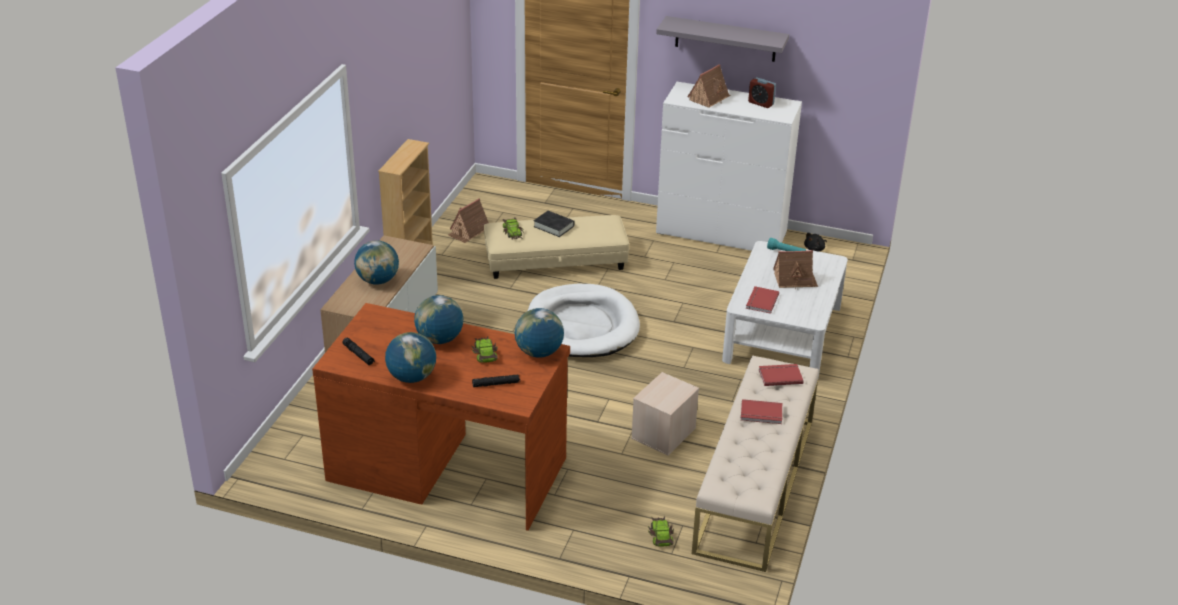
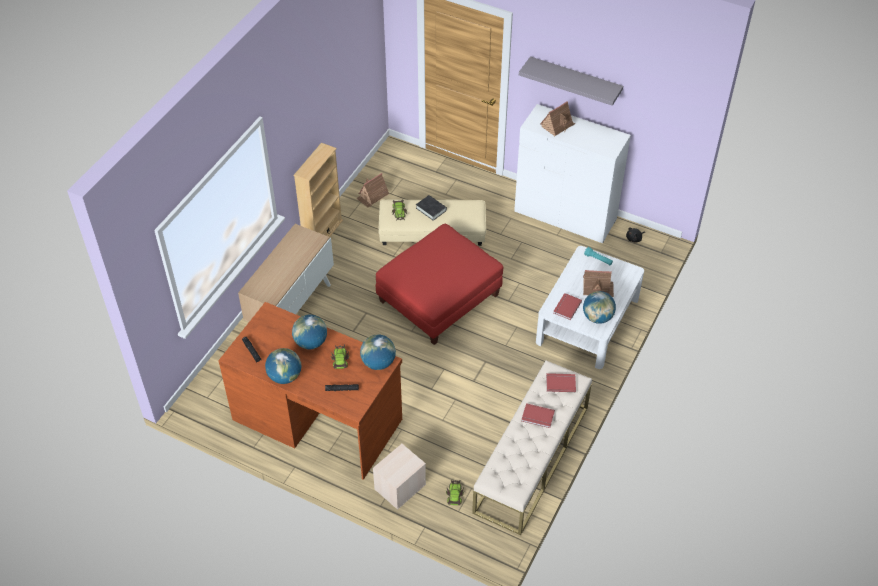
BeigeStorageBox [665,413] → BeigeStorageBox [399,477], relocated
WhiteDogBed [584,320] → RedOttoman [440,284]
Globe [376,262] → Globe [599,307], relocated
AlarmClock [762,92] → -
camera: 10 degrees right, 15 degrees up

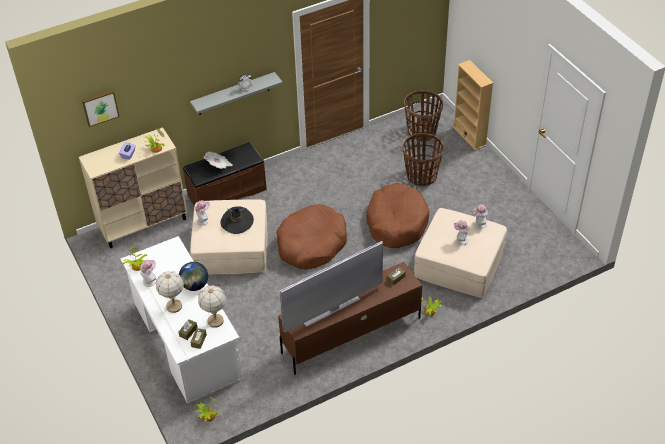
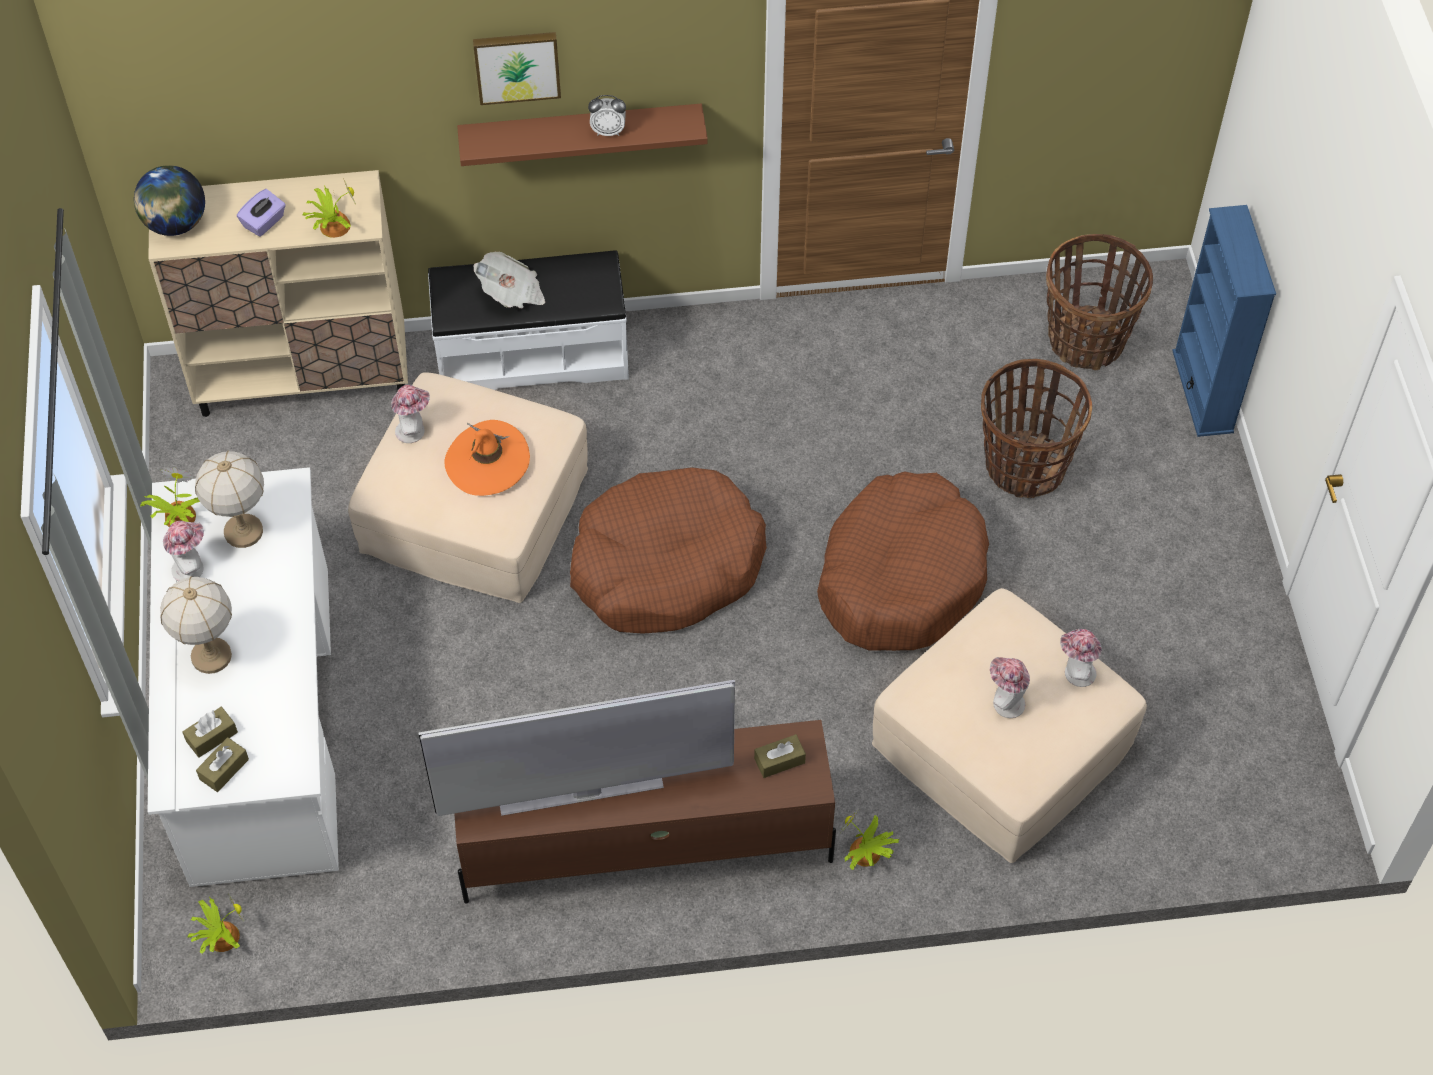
Globe [193,276] → Globe [169,200], relocated
TableLamp [212,307] → TableLamp [229,499], relocated
BrownBench [225,174] → WhiteBench [528,320]
BlackHat [237,220] → OrangeHat [487,458]
GreyShelf [236,93] → BrownShelf [582,134]
Picture [100,108] → Picture [517,68], relocated
BeigeBookcase [473,105] → BlueBookcase [1224,321]
camera: 20 degrees right, 10 degrees up

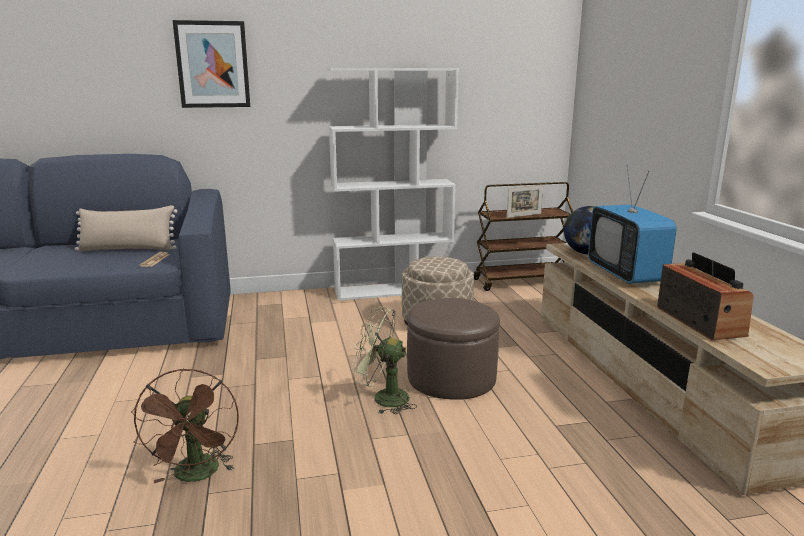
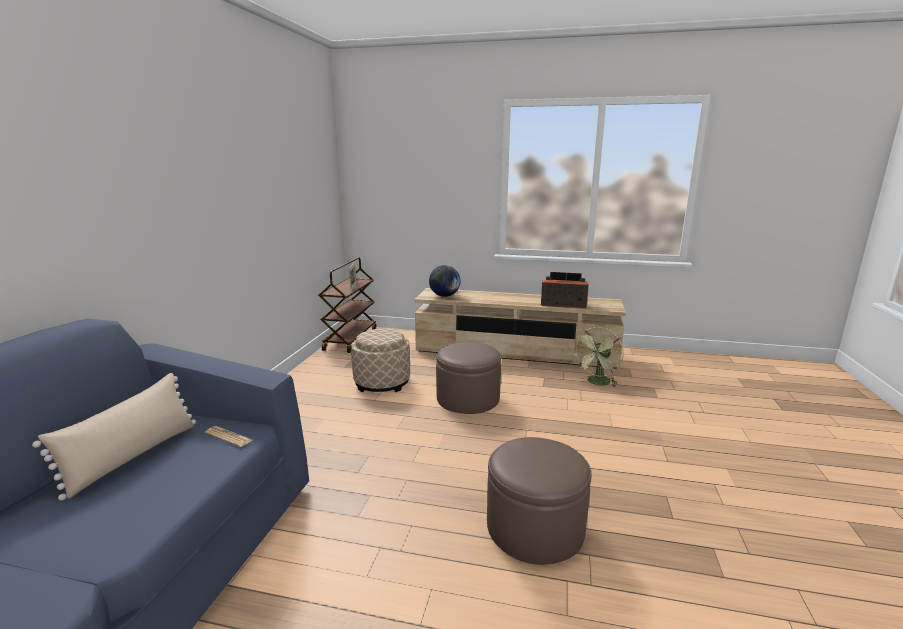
BrownFan [185,425] → BrownOttoman [539,501]
GreenFan [384,360] → GreenFan [598,357], relocated
Picture [211,64] → -
WhiteBookcase [393,184] → -
Television [632,224] → -
camera: 65 degrees left, 0 degrees up

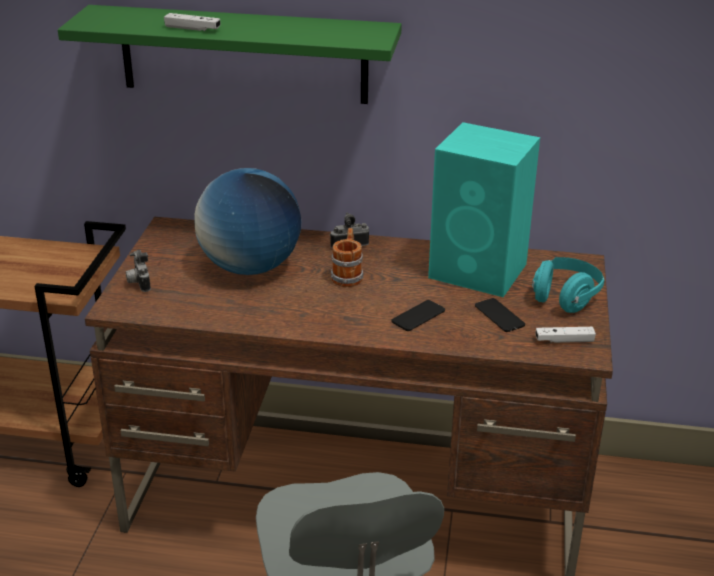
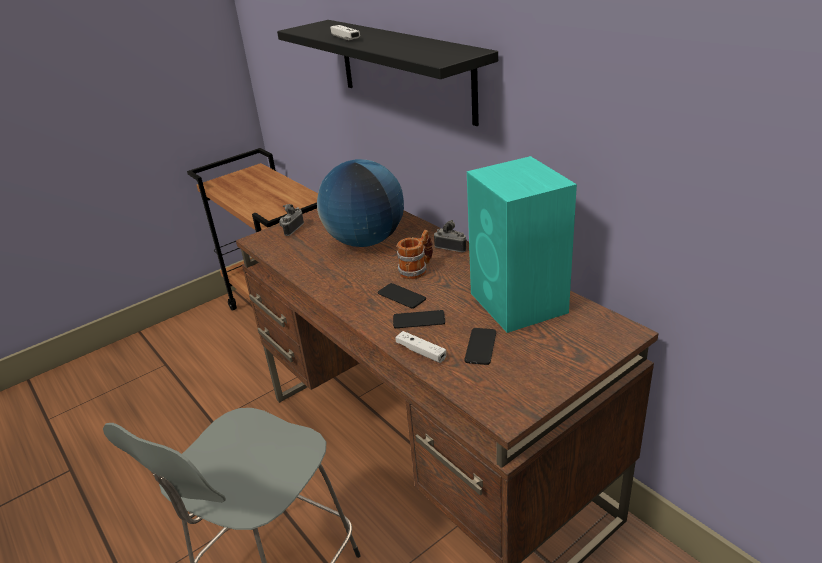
GreenShelf [230,54] → BlackShelf [387,73]
- → Phone [402,296]
WhiteGameController [565,335] → WhiteGameController [420,347], relocated
TurquoiseHeadphones [568,285] → -
camera: 45 degrees right, 0 degrees up

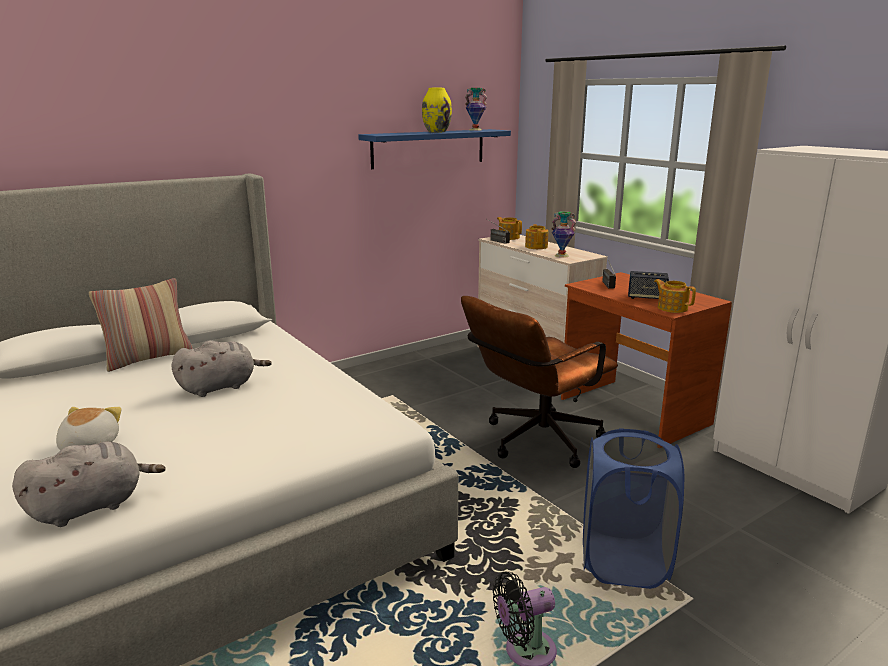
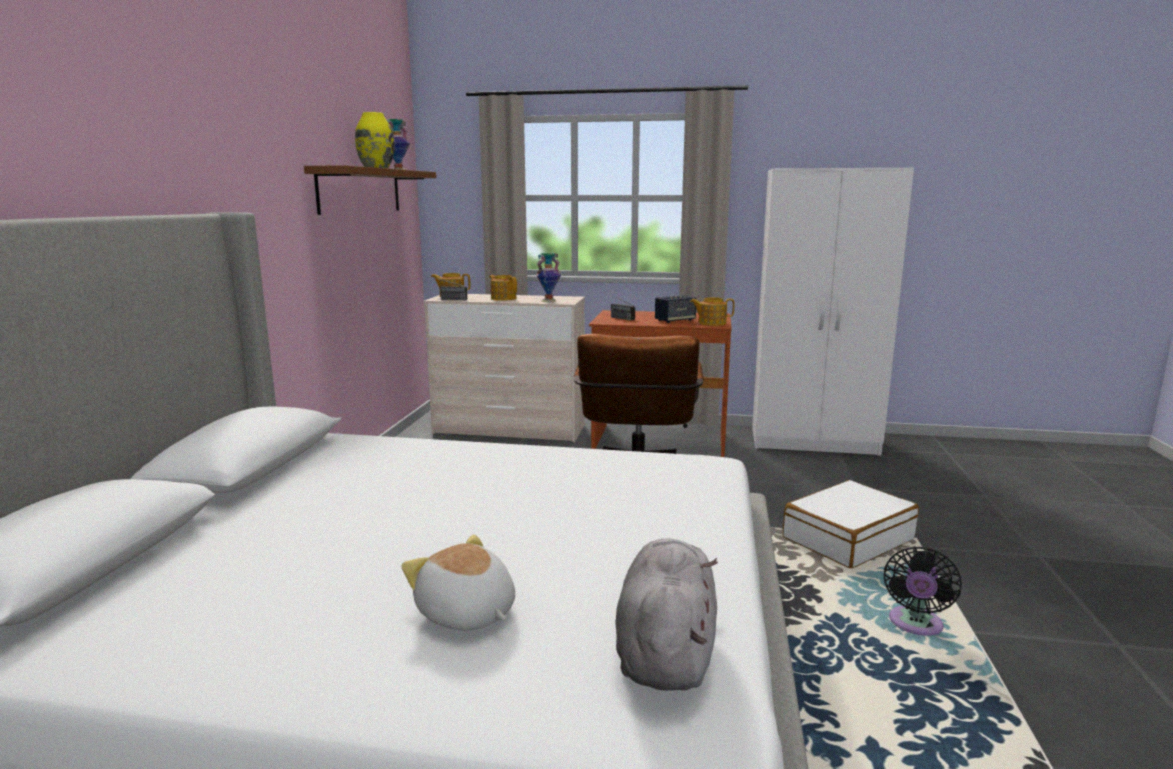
BlueShelf [434,149] → BrownShelf [370,190]
BlueLaundryBasket [633,508] → WhiteSuitcase [851,524]
Pillow [141,325] → -
GreyPlushToy [221,369] → -
camera: 45 degrees left, 5 degrees down

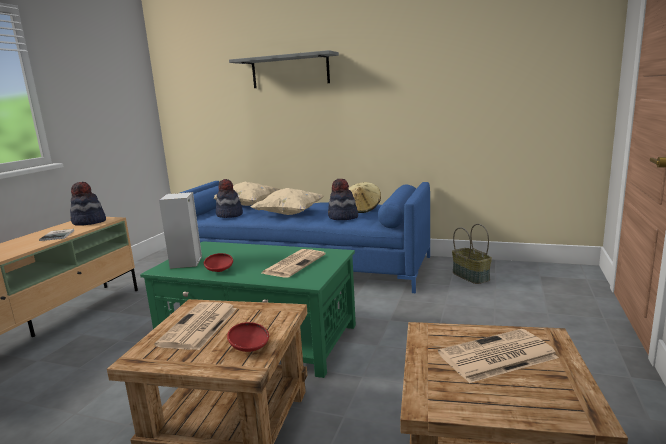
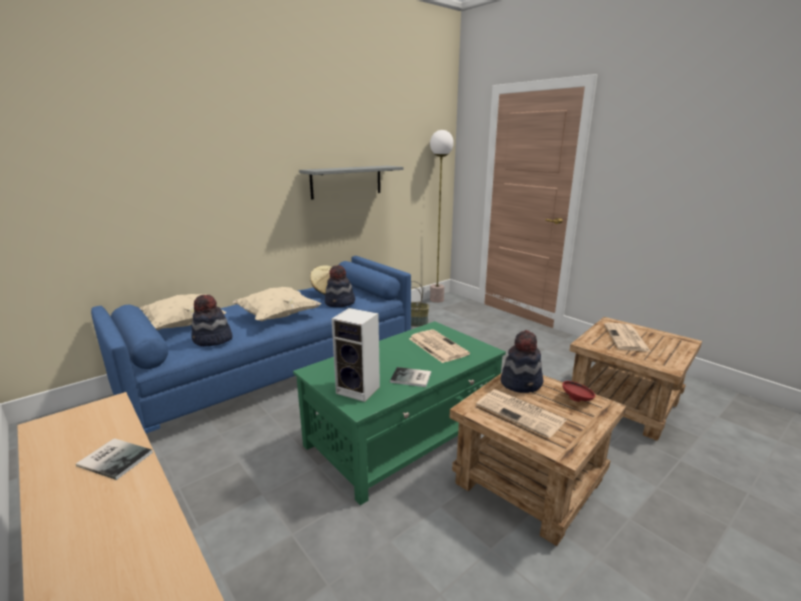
GreyShelf [284,69] → GreyShelf [351,183], relocated
RedBowl [218,262] → Book [410,377]
- → FloorLamp [442,216]
Hat [88,204] → Hat [522,361], relocated
camera: 60 degrees left, 5 degrees up

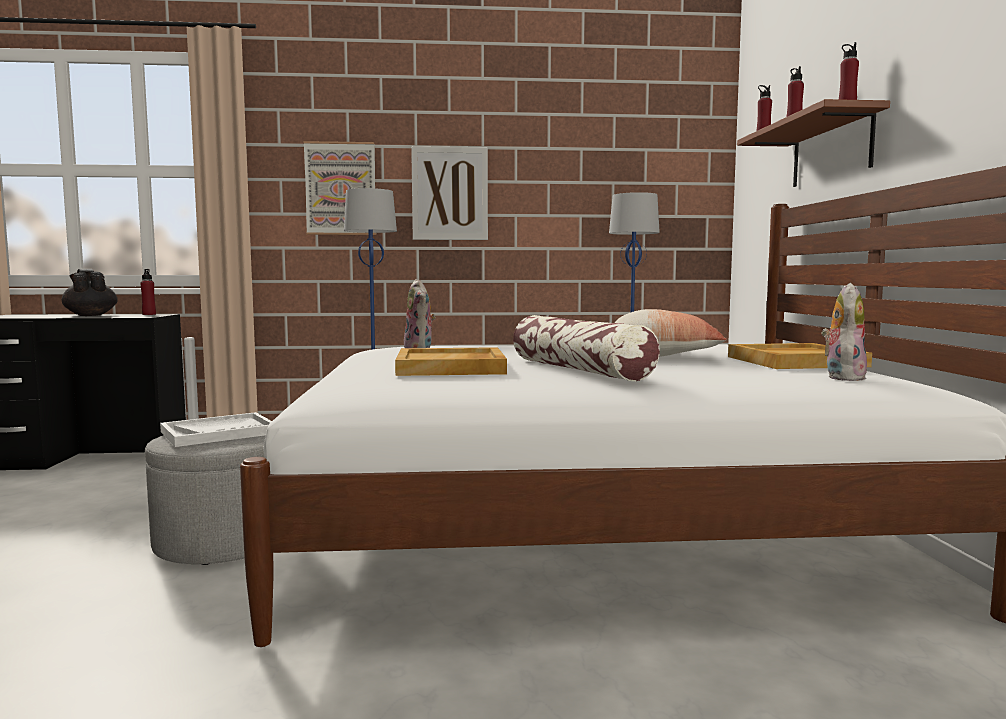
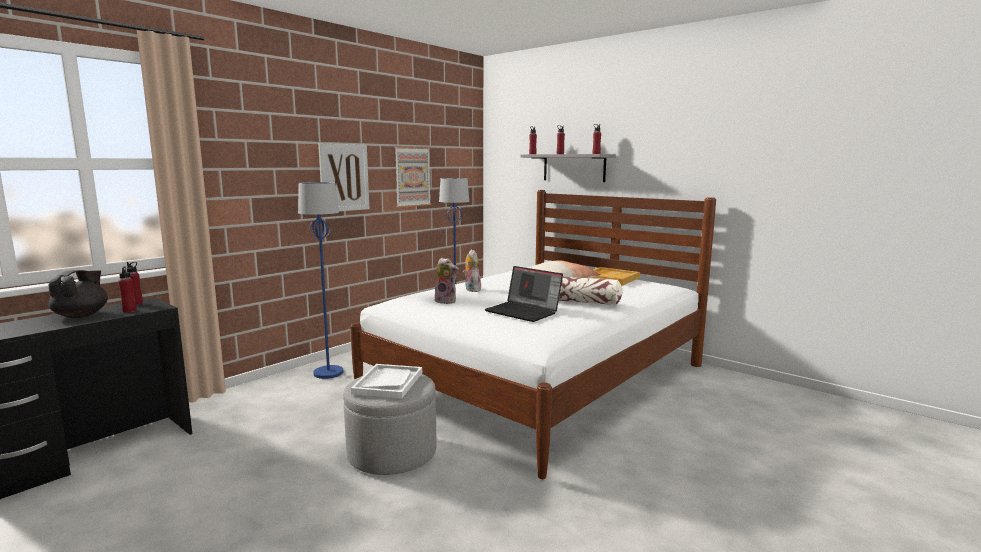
BlackTeapot [90,292] → BlackTeapot [78,294], 90 degrees clockwise
- → RedBottle [127,289]
Picture [340,188] → Picture [413,177], relocated
PlushToy [844,332] → PlushToy [472,270], relocated
BeigeTray [451,361] → Laptop [523,294]
BrownShelf [813,143] → GreyShelf [568,168]
camera: 45 degrees left, 5 degrees up

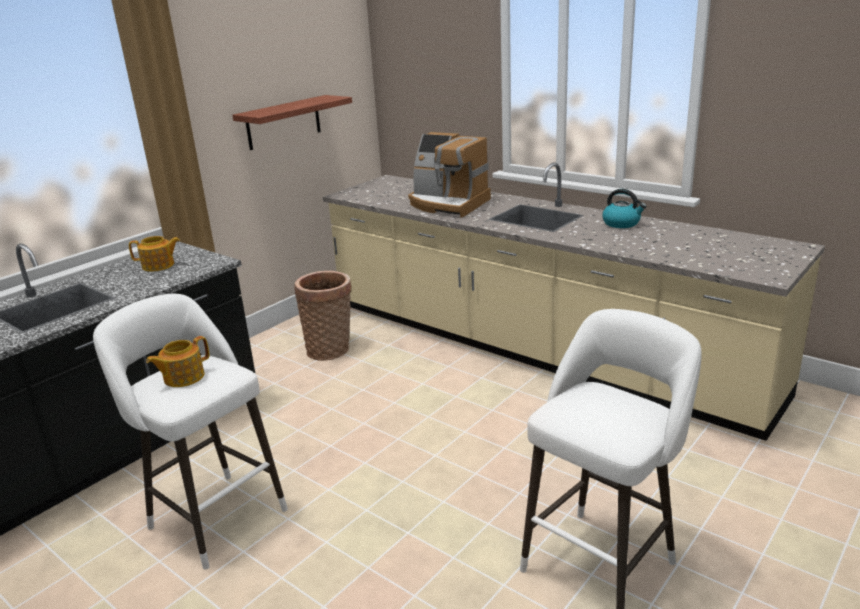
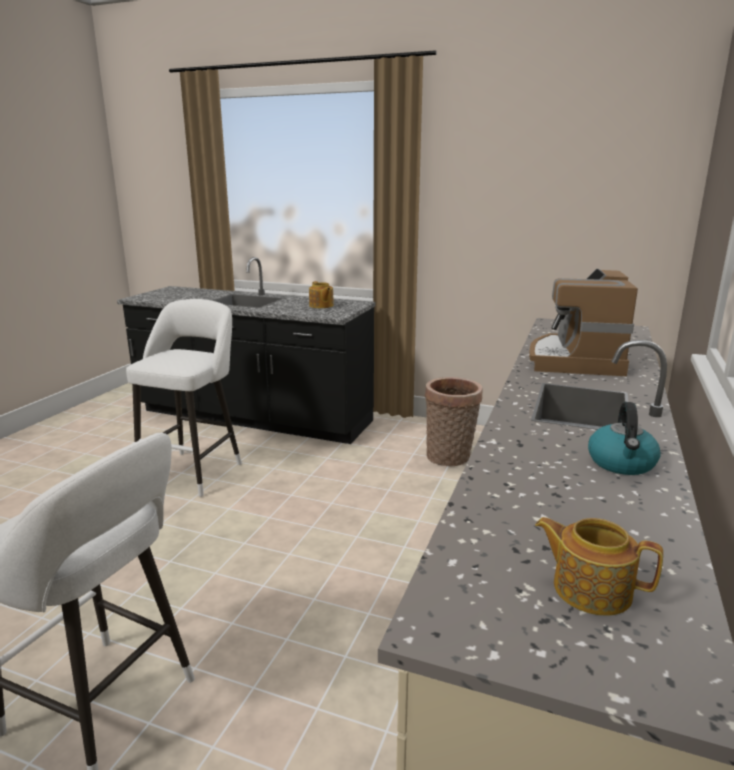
Teapot [178,361] → Teapot [599,566], relocated
Shelf [292,122] → -
camera: 70 degrees right, 5 degrees down

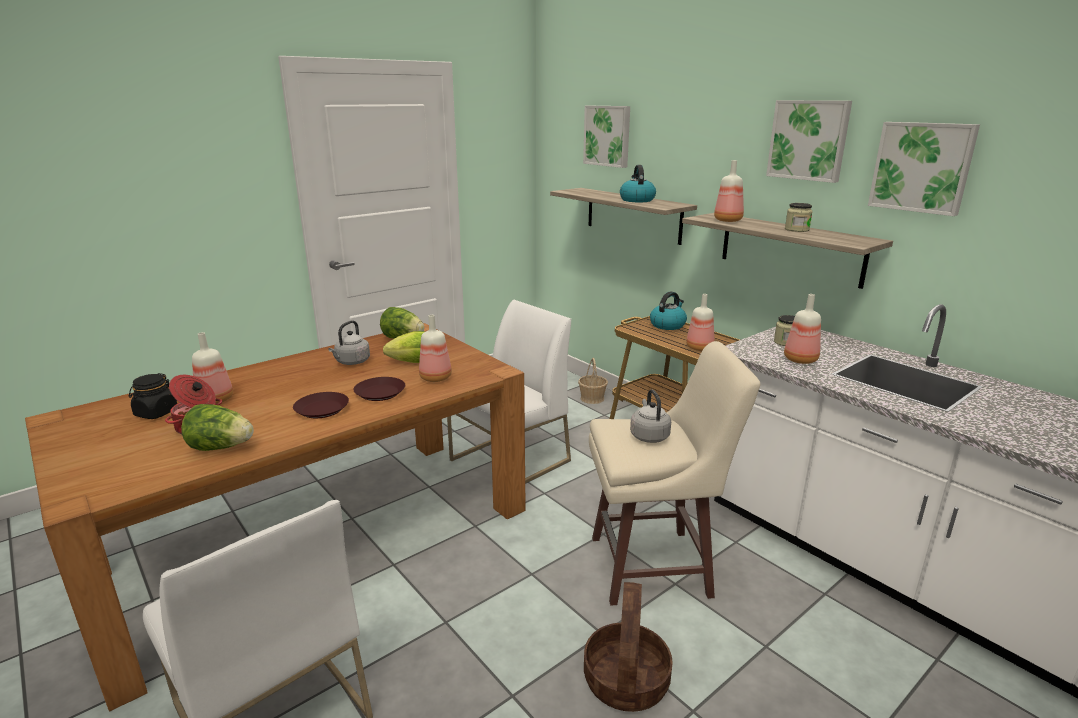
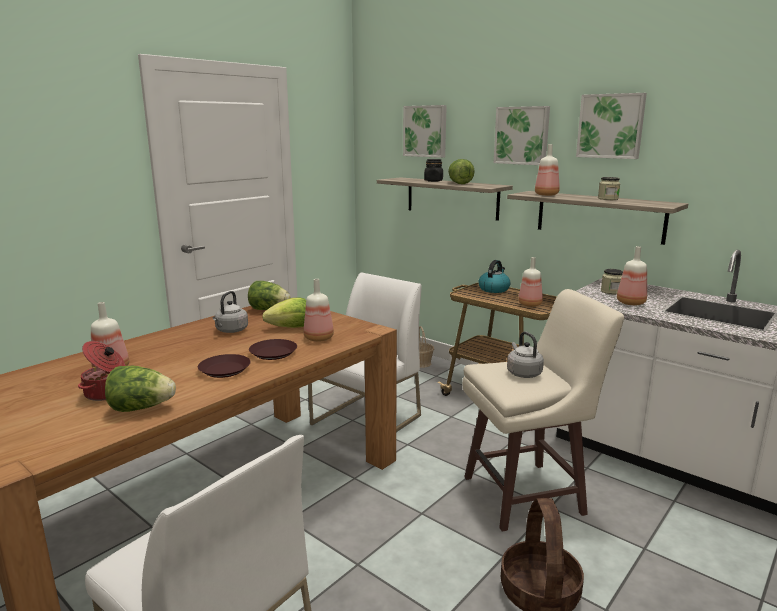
BlackJar [153,396] → BlackJar [433,170], relocated
Kettle [638,183] → Lettuce [461,171]
Picture [924,169] → Picture [522,135], relocated
camera: 10 degrees left, 5 degrees down

